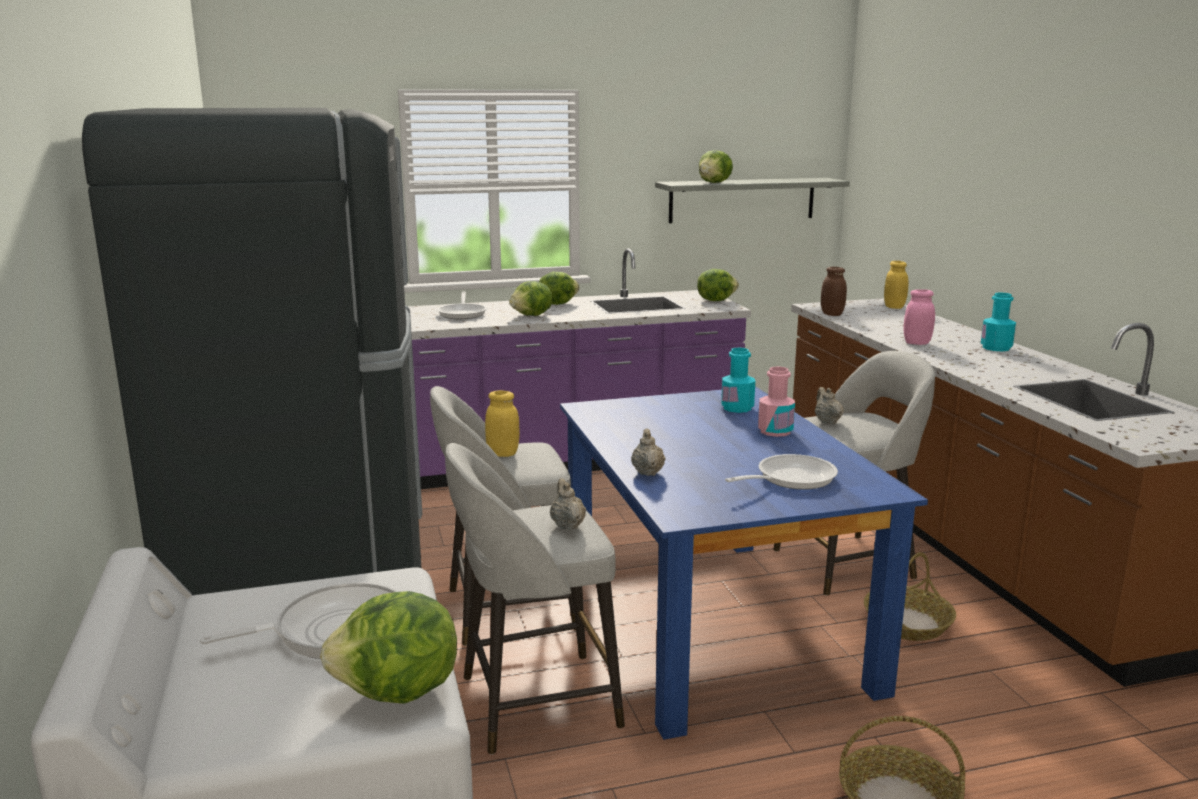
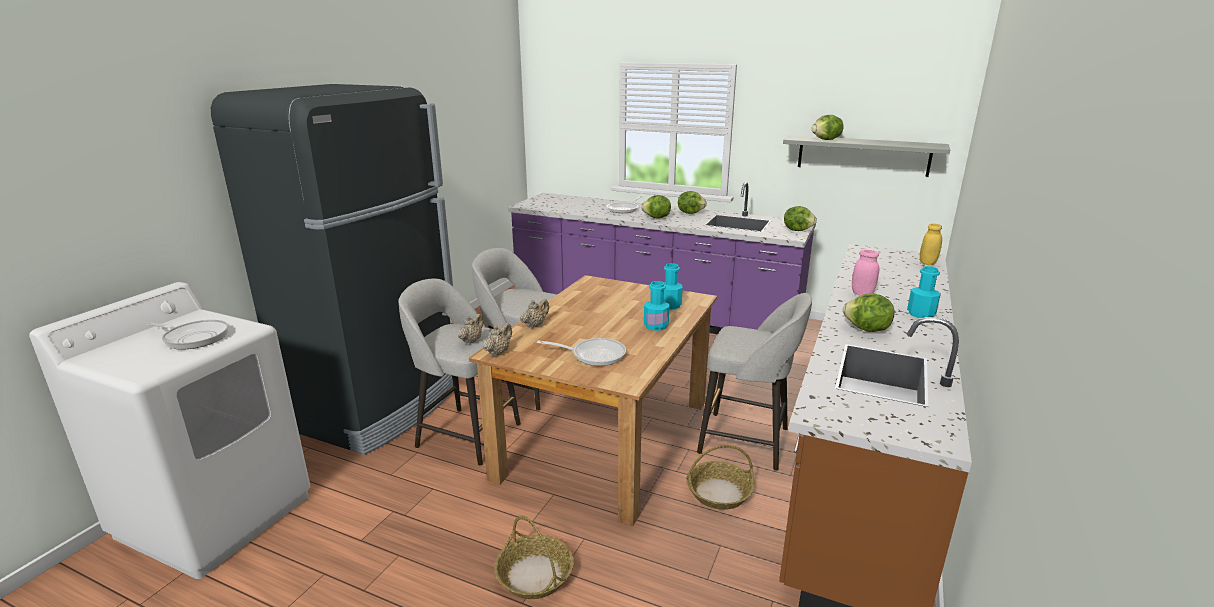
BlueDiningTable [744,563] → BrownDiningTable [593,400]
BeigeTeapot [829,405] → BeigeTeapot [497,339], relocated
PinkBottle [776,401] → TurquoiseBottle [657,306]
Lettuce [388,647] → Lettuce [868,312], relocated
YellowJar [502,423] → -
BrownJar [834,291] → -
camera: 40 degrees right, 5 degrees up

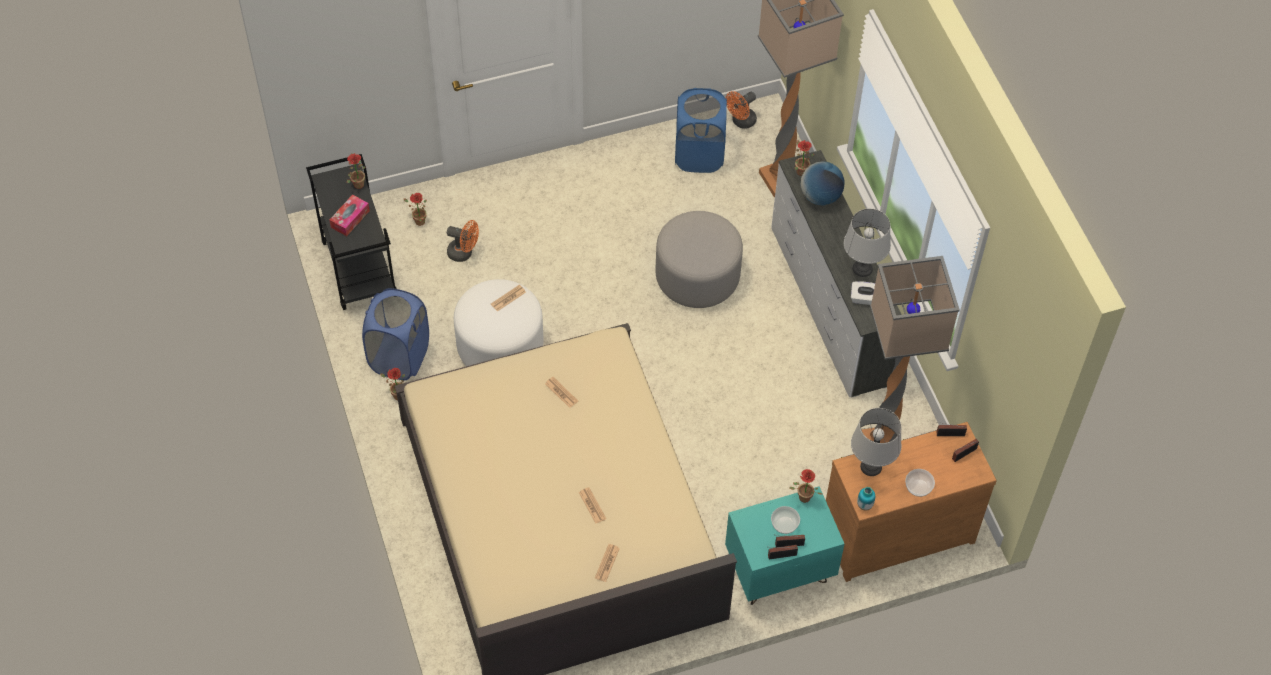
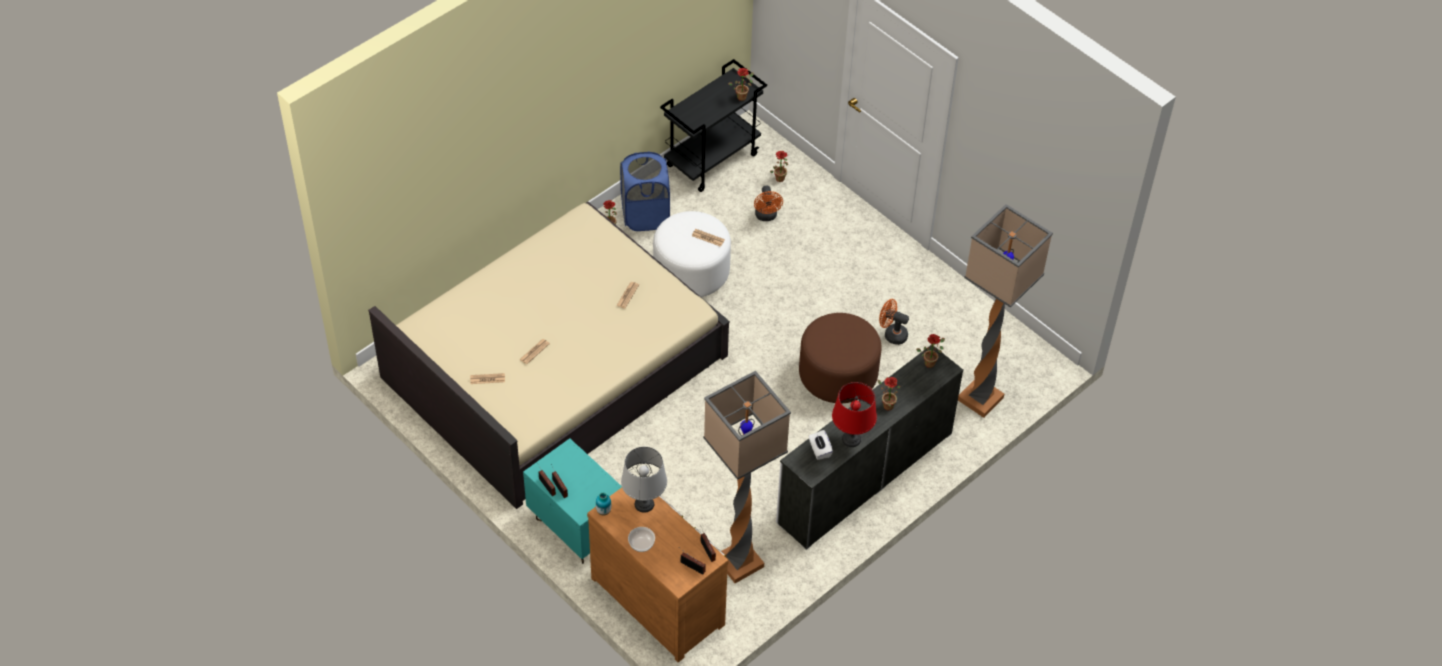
GreyOttoman [699,259] → BrownOttoman [840,358]
GreyTableLamp [867,243] → RedTableLamp [854,414]
PottedPlant [805,486] → PottedPlant [888,393], relocated
OrangeFan [741,110] → OrangeFan [894,322], relocated
TissueBox [349,215] → -
BlueLaundryBasket [701,130] → -
Bowl [785,520] → -
Globe [823,183] → -
camera: 65 degrees right, 5 degrees down

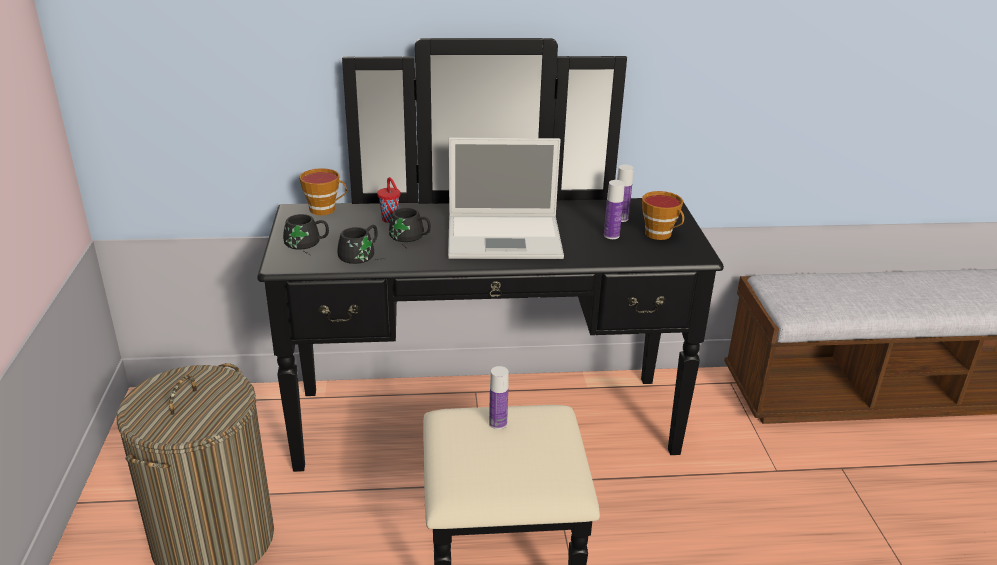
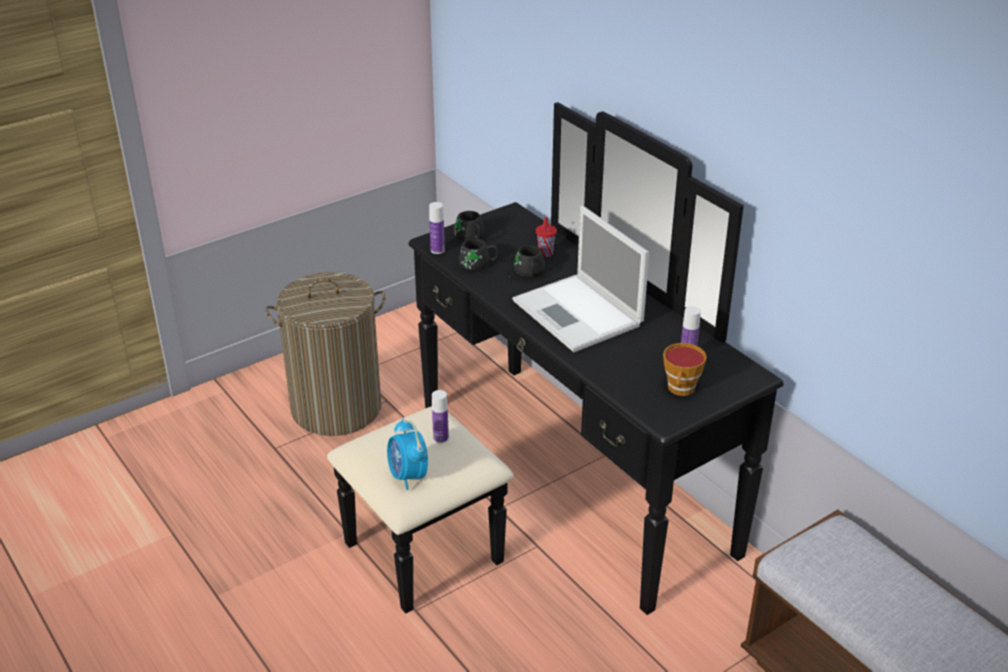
- → AlarmClock [407,454]
Bottle [614,209] → Bottle [437,228], relocated
Cup [323,191] → -
camera: 60 degrees right, 5 degrees up

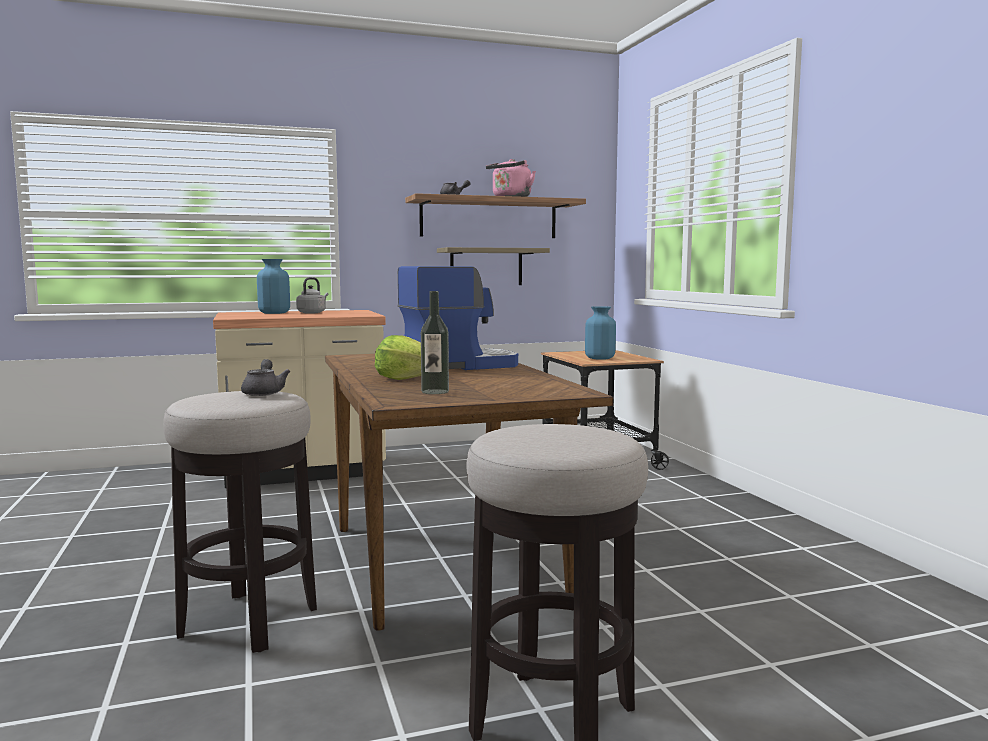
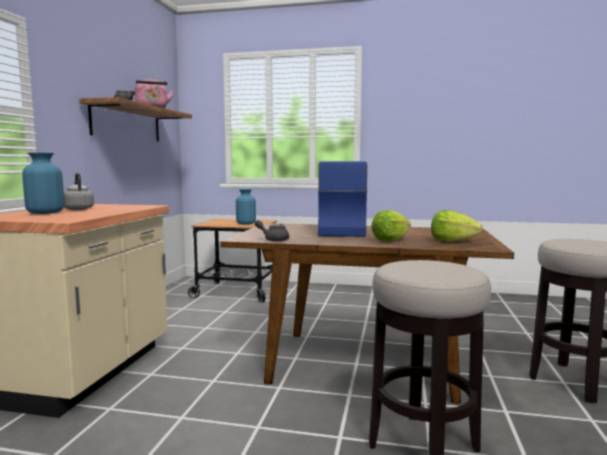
GreyTeapot [266,377] → GreyTeapot [272,231], relocated
Bottle [435,342] → Lettuce [457,226]
Shelf [493,266] → -
camera: 60 degrees left, 0 degrees up

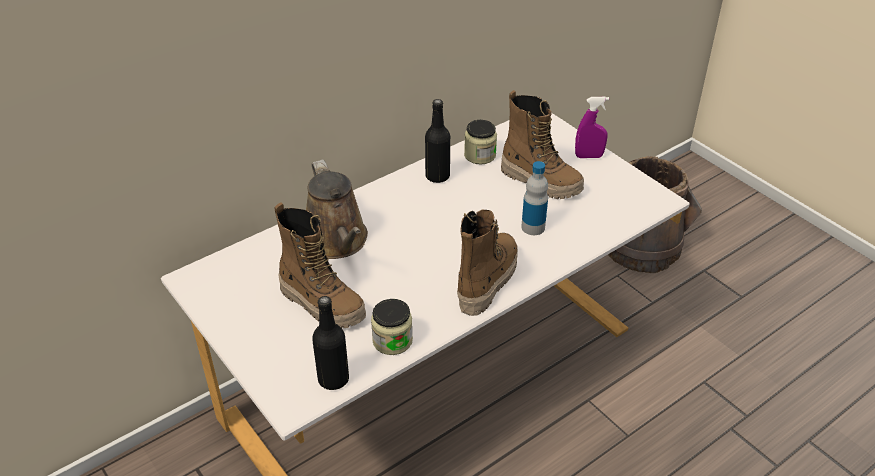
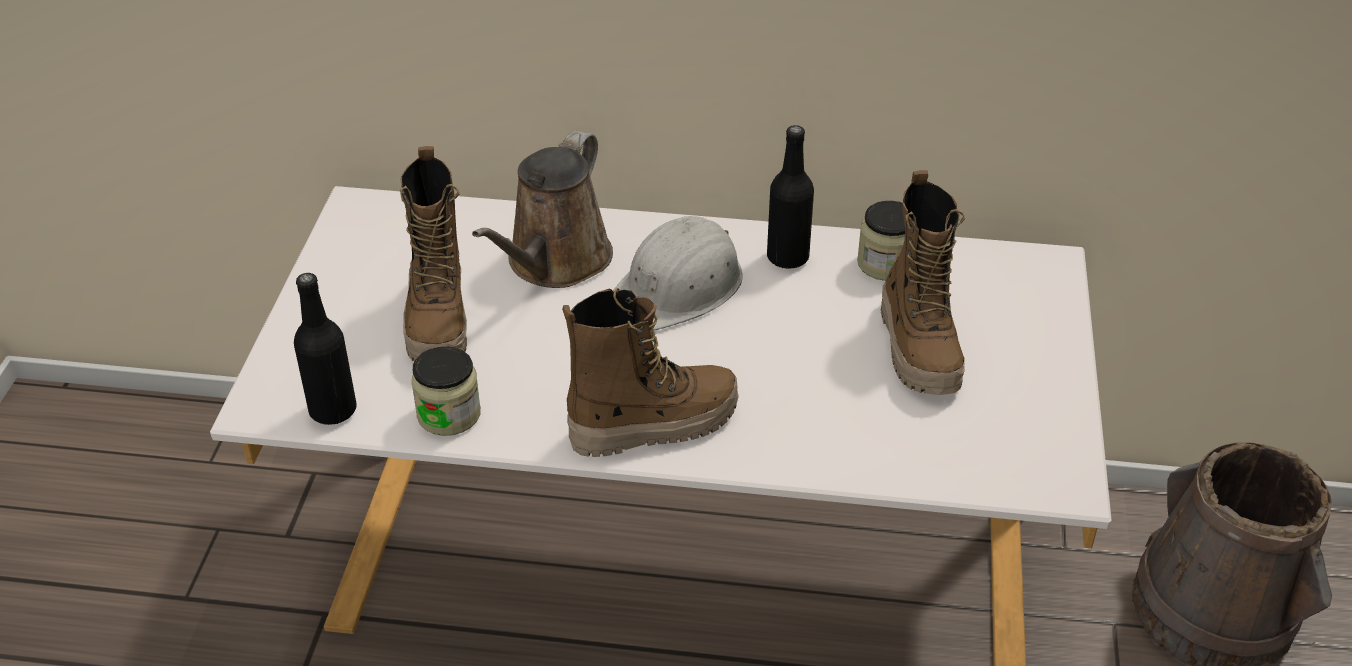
- → WhiteHardHat [677,273]
Bottle [534,198] → -
PurpleSprayBottle [592,127] → -
camera: 45 degrees right, 0 degrees up

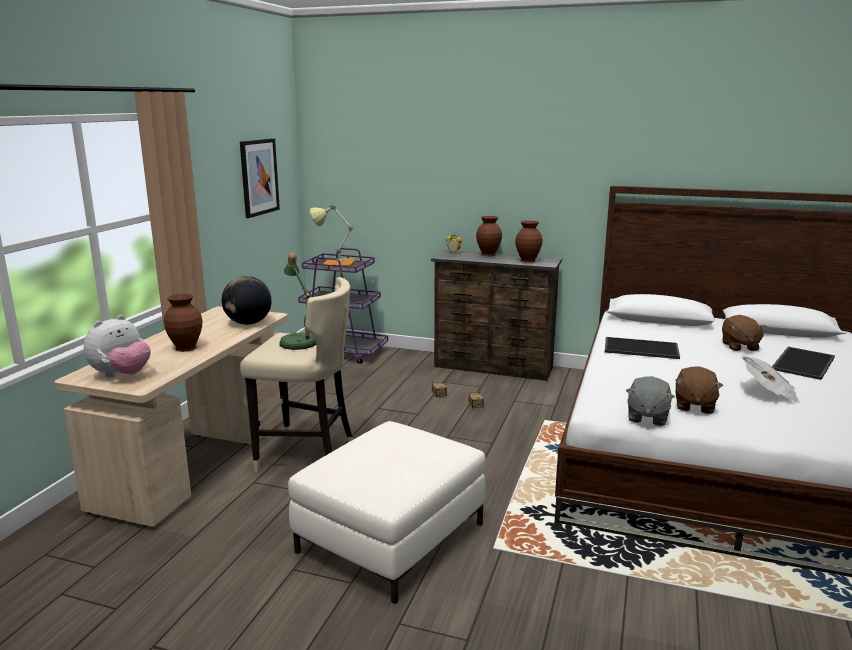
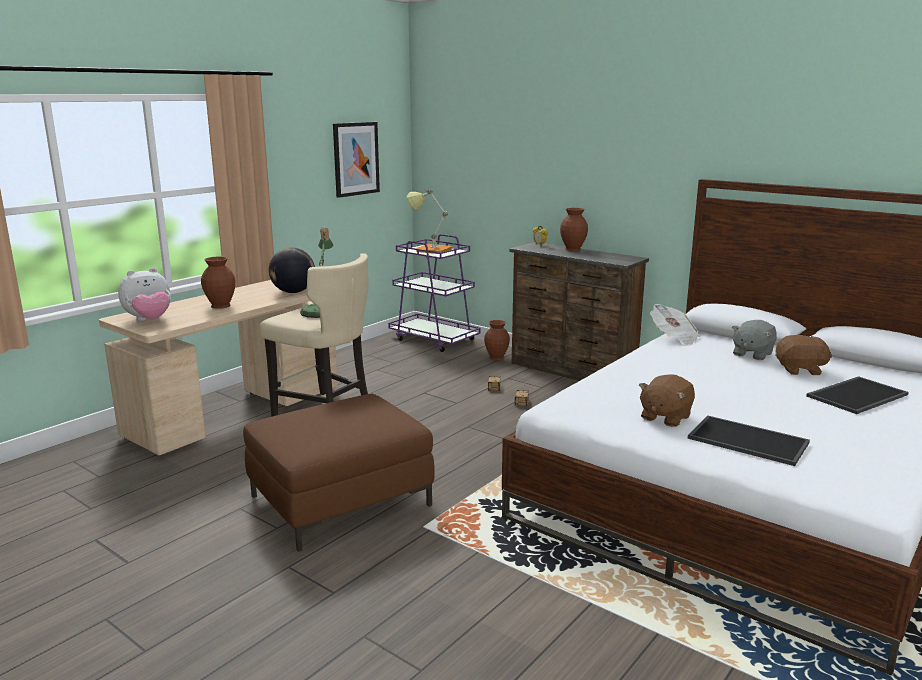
WhiteOttoman [387,512] → BrownOttoman [339,473]
BrownVase [529,241] → BrownVase [497,340], relocated
Newspaper [771,379] → Newspaper [675,324], relocated
Tray [642,348] → Tray [749,440], relocated
GreyPlushToy [650,401] → GreyPlushToy [754,340], relocated
BrownPlushToy [744,333] → BrownPlushToy [803,355], 105 degrees counterclockwise
camera: 20 degrees right, 0 degrees up

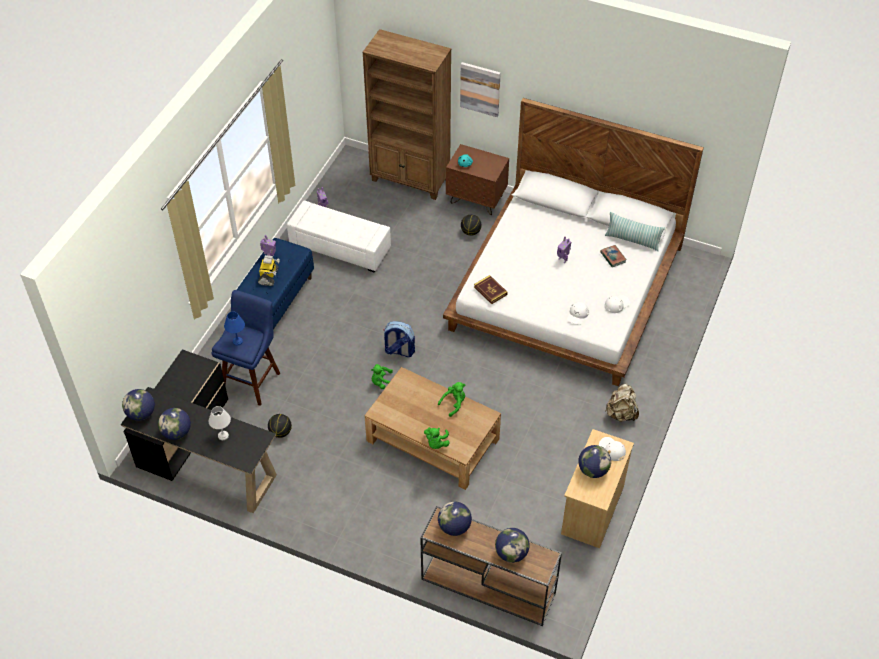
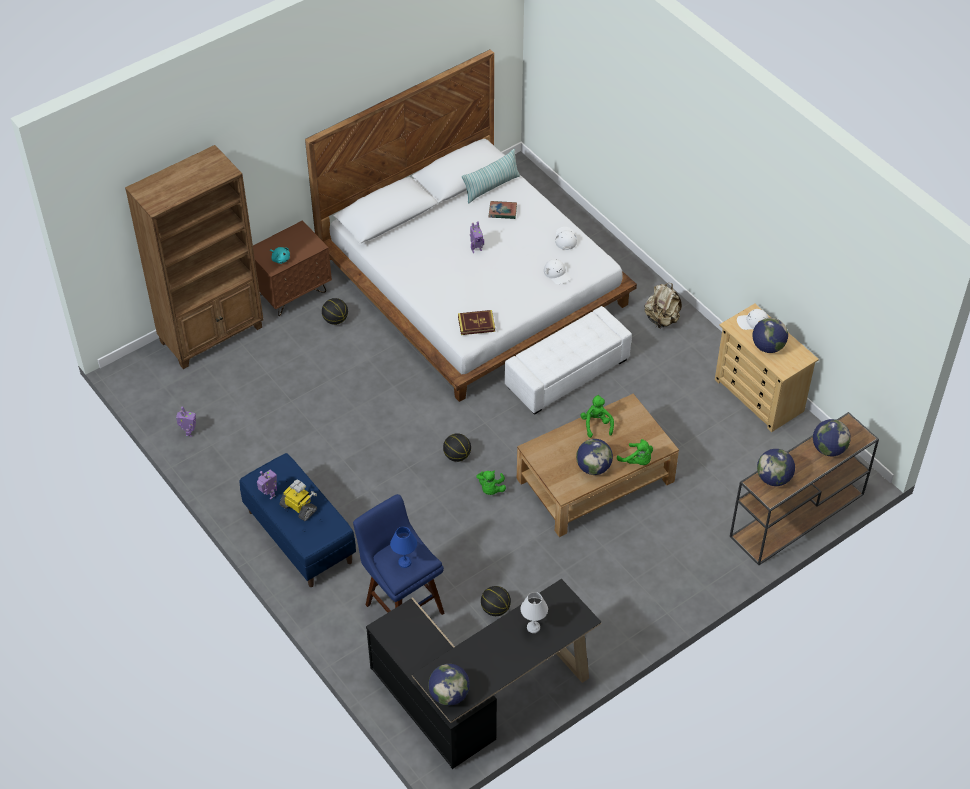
Backpack [399,339] → Basketball [457,447]
WhiteOttoman [339,237] → WhiteOttoman [568,360], relocated
Globe [174,424] → Globe [594,457], relocated
Picture [480,89] → -
camera: 60 degrees left, 0 degrees up

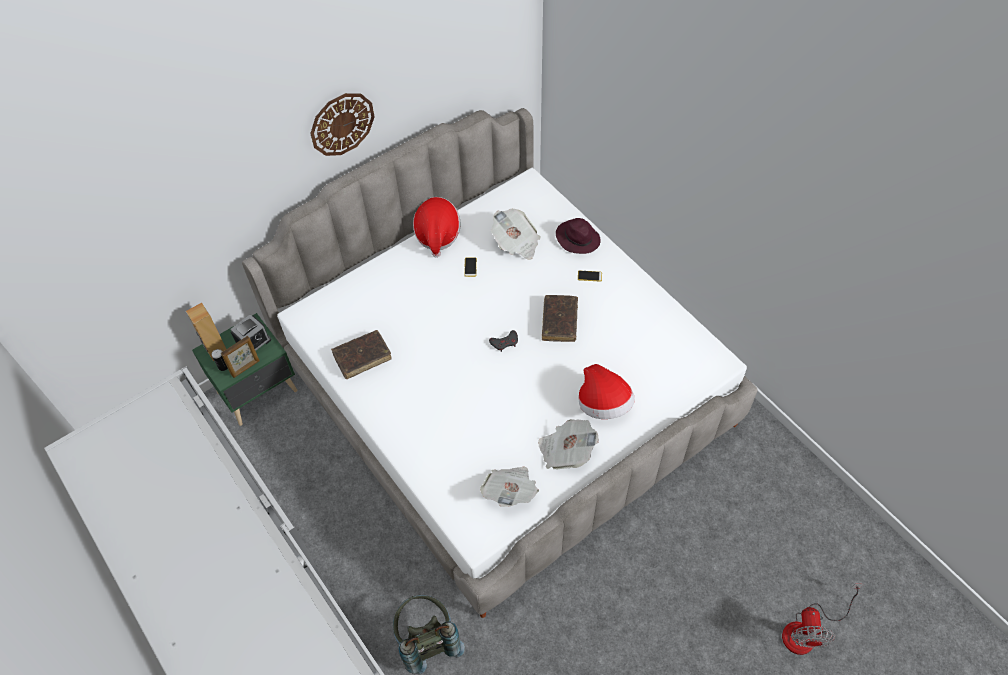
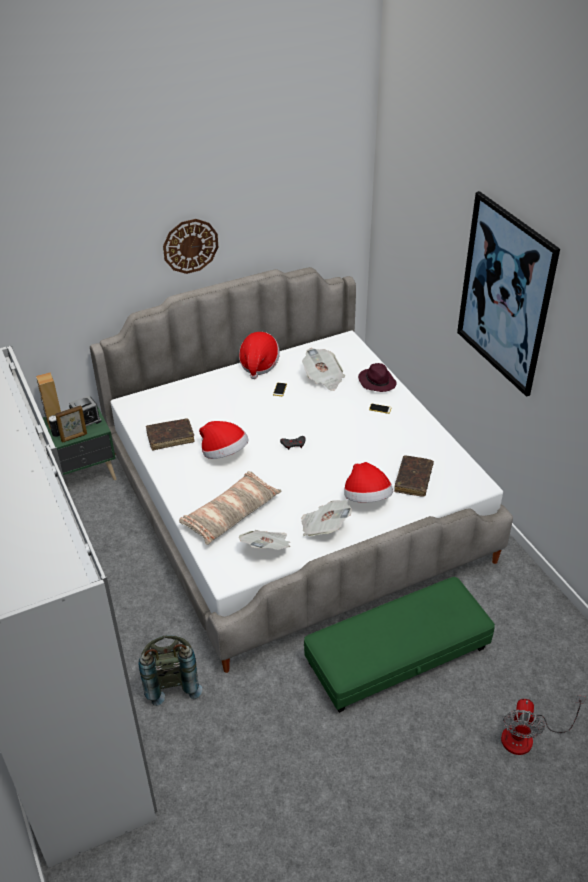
- → Pillow [230,508]
- → Hat [224,440]
- → GreenOttoman [399,645]
BrownBook [560,318] → BrownBook [414,475], relocated
- → Picture [508,294]
camera: 10 degrees right, 15 degrees down

